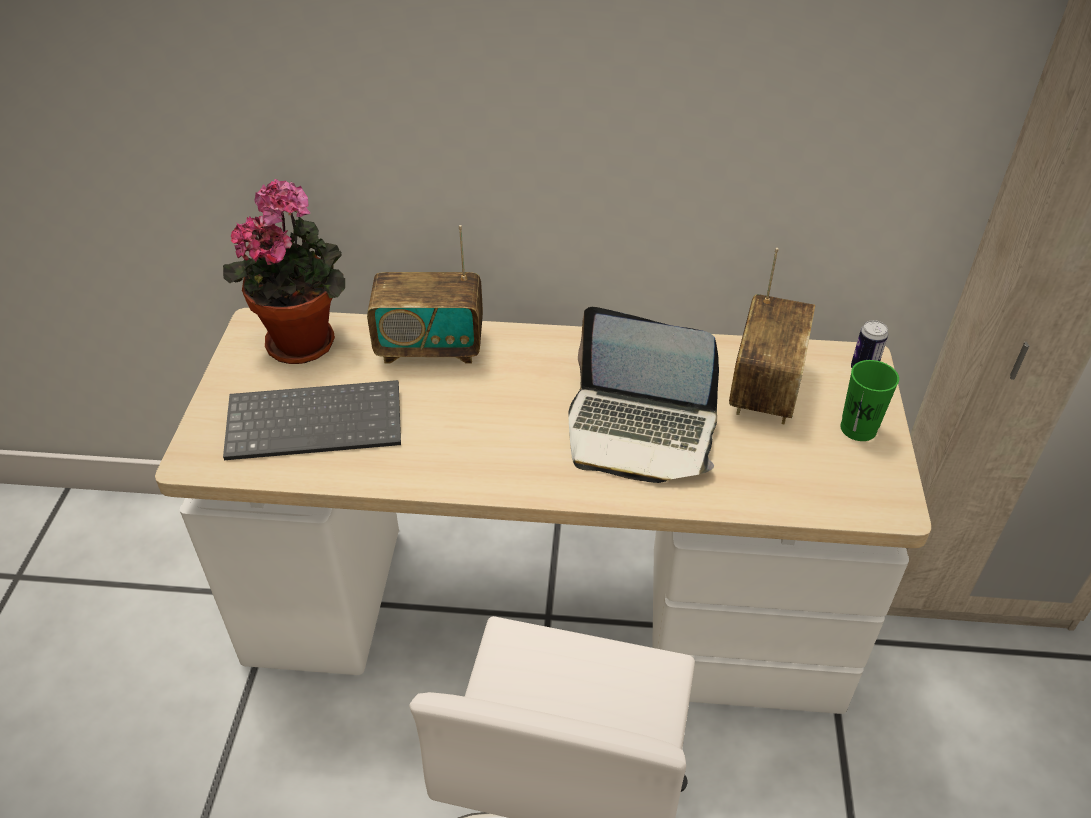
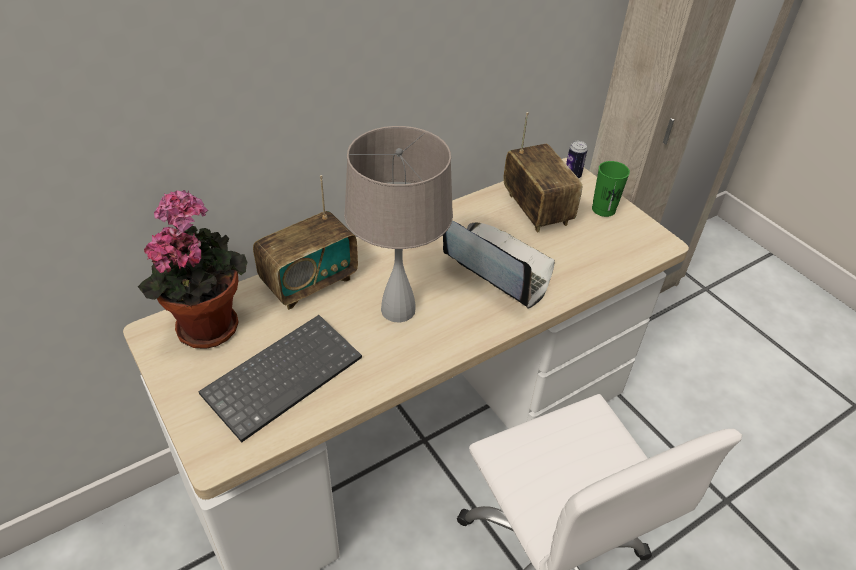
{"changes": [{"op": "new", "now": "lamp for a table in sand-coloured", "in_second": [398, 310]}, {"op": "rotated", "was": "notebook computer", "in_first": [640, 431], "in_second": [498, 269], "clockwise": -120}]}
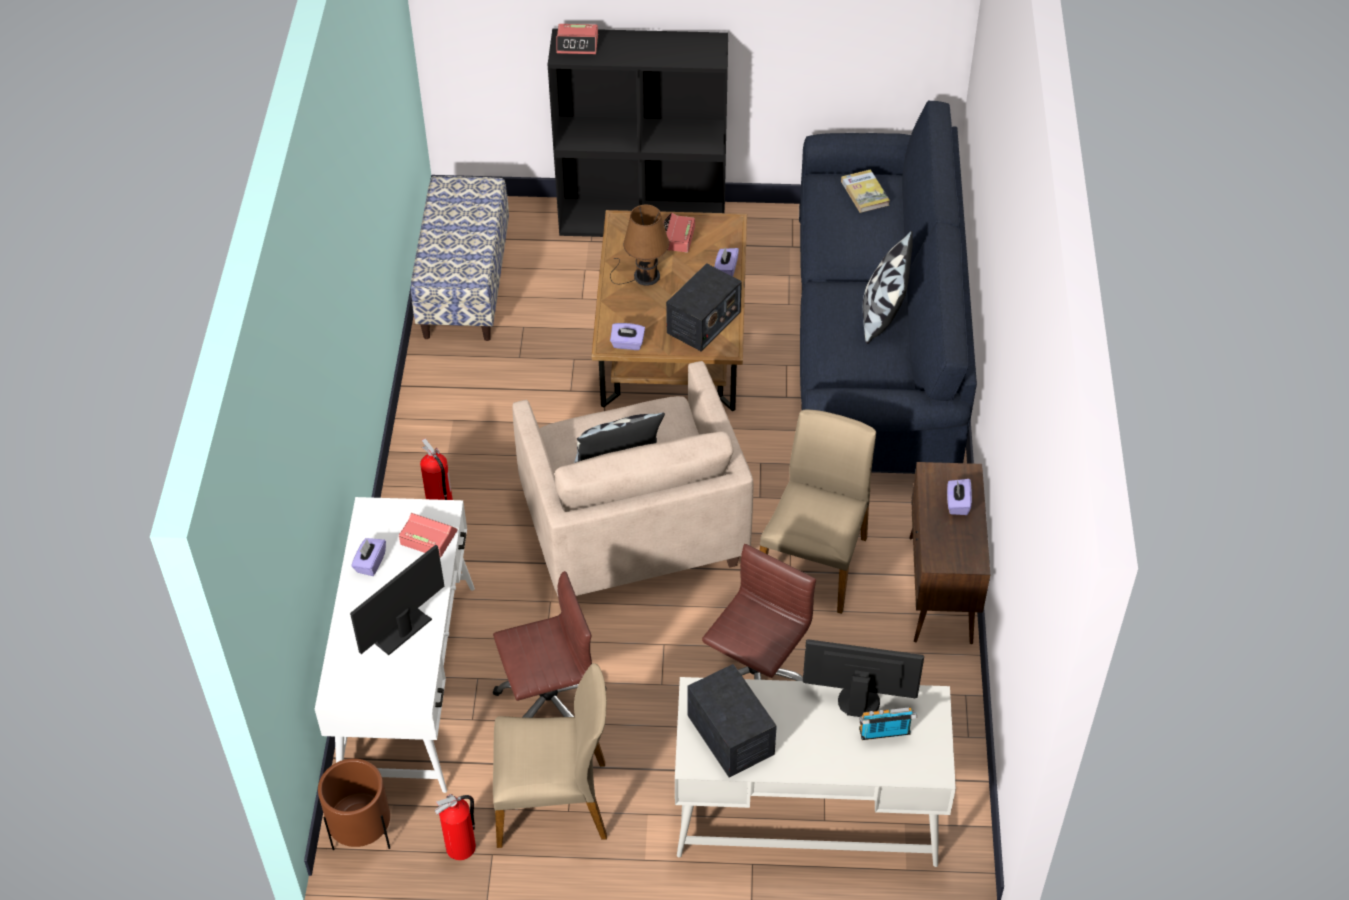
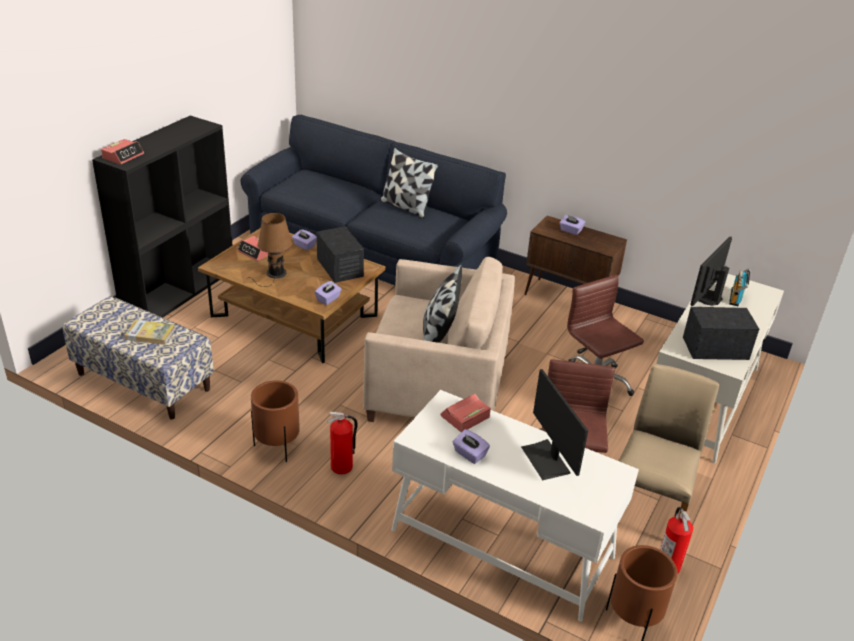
{"changes": [{"op": "shifted", "was": "book", "in_first": [865, 193], "in_second": [150, 334]}, {"op": "new", "now": "plant pot in brownish", "in_second": [277, 447]}, {"op": "gone", "was": "upright chair in sand-coloured", "in_first": [815, 562]}]}
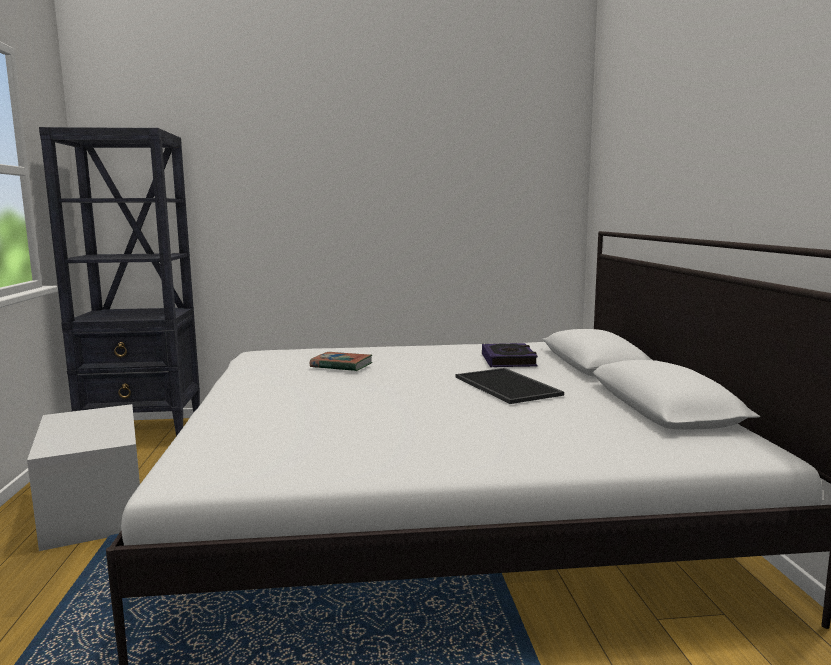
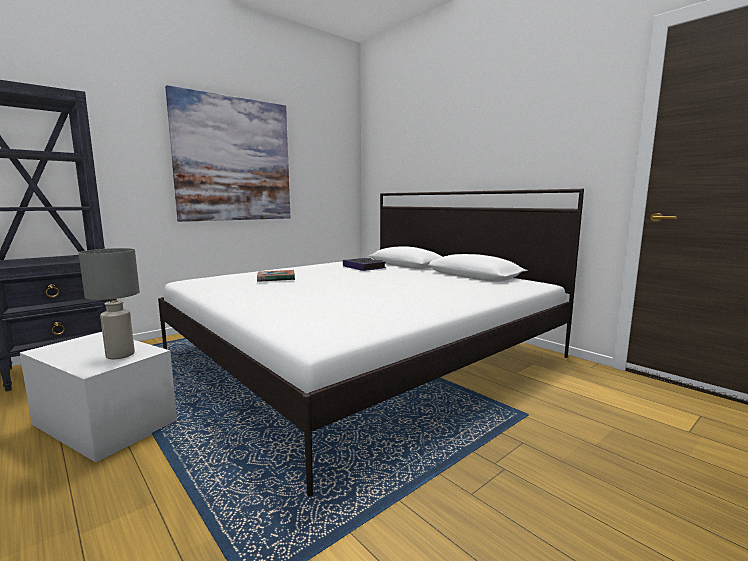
{"changes": [{"op": "new", "now": "lamp for a table in greyish", "in_second": [120, 355]}, {"op": "new", "now": "picture", "in_second": [234, 160]}, {"op": "gone", "was": "tray", "in_first": [509, 386]}]}
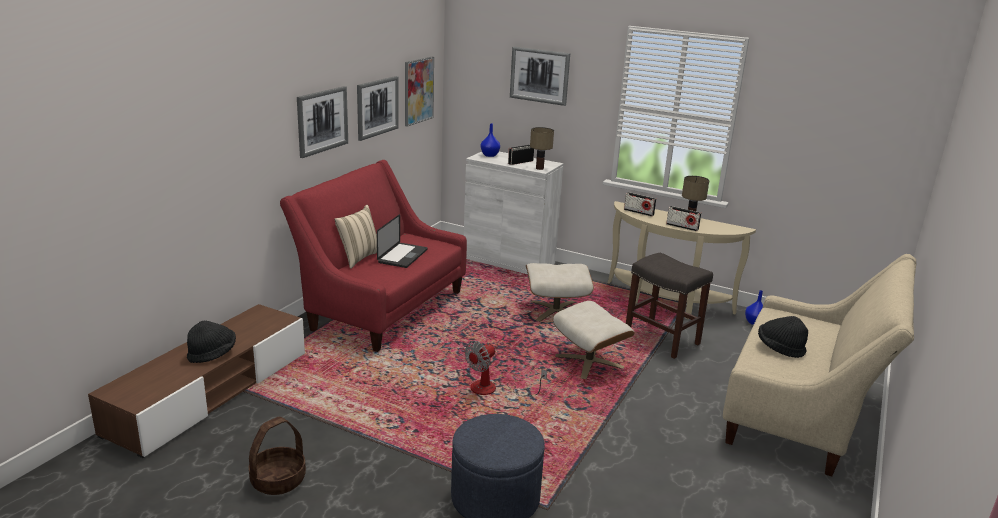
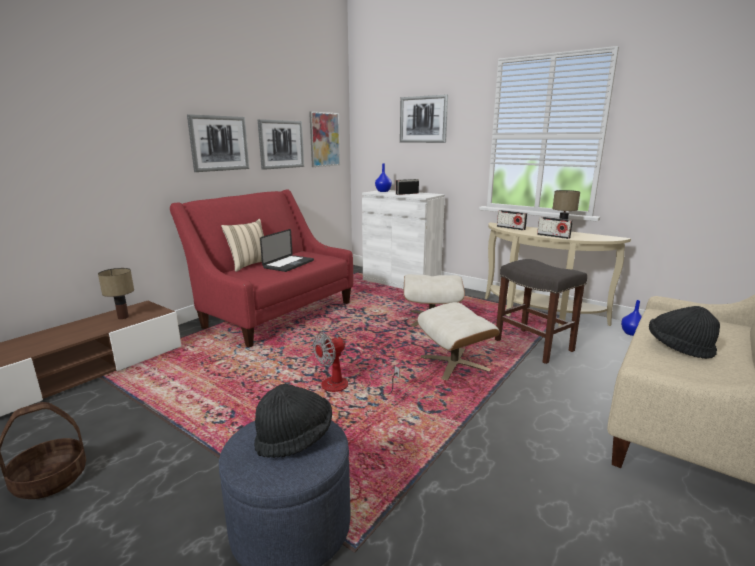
{"changes": [{"op": "shifted", "was": "lamp for a table", "in_first": [539, 168], "in_second": [123, 317]}, {"op": "shifted", "was": "wearable hat in black", "in_first": [212, 354], "in_second": [295, 438]}]}
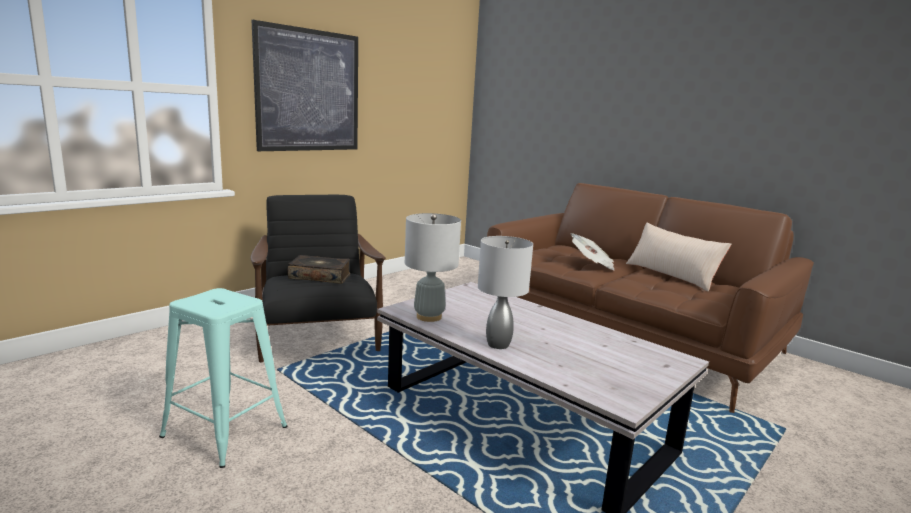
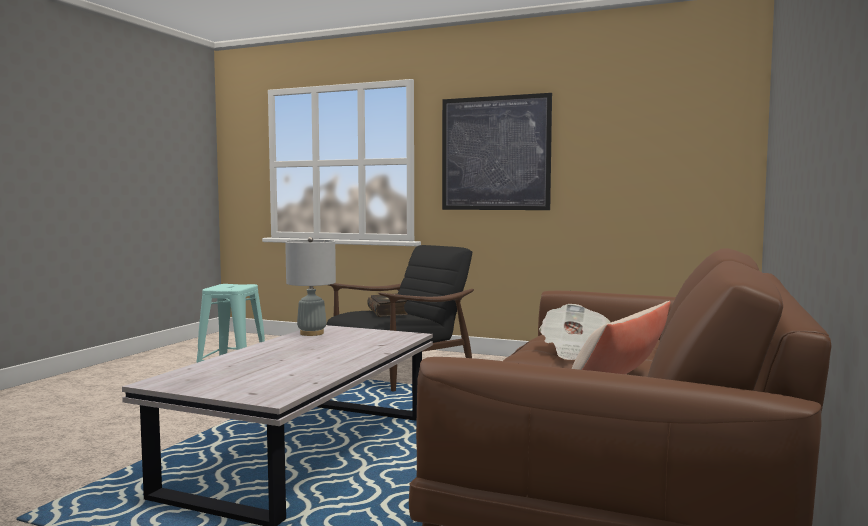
{"changes": [{"op": "gone", "was": "lamp for a table in greyish", "in_first": [498, 345]}]}
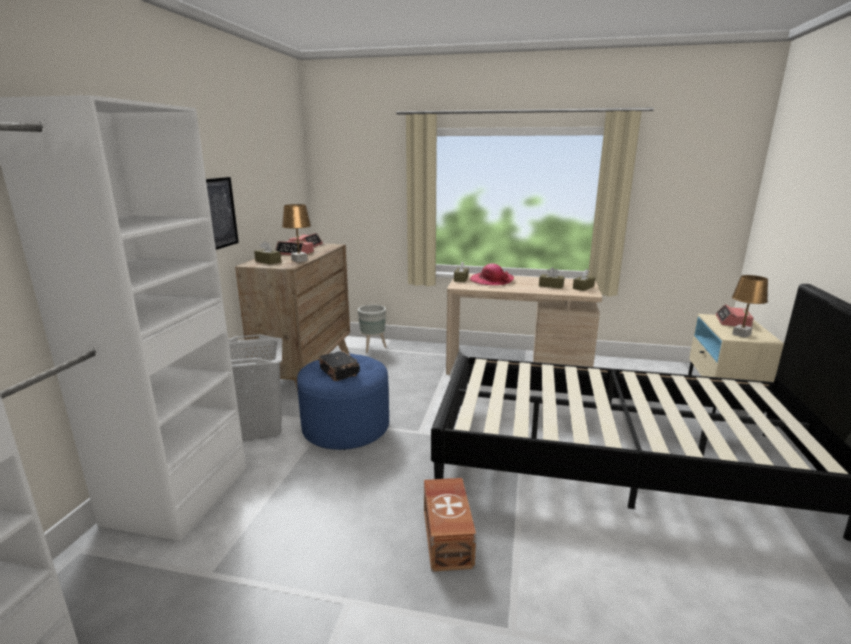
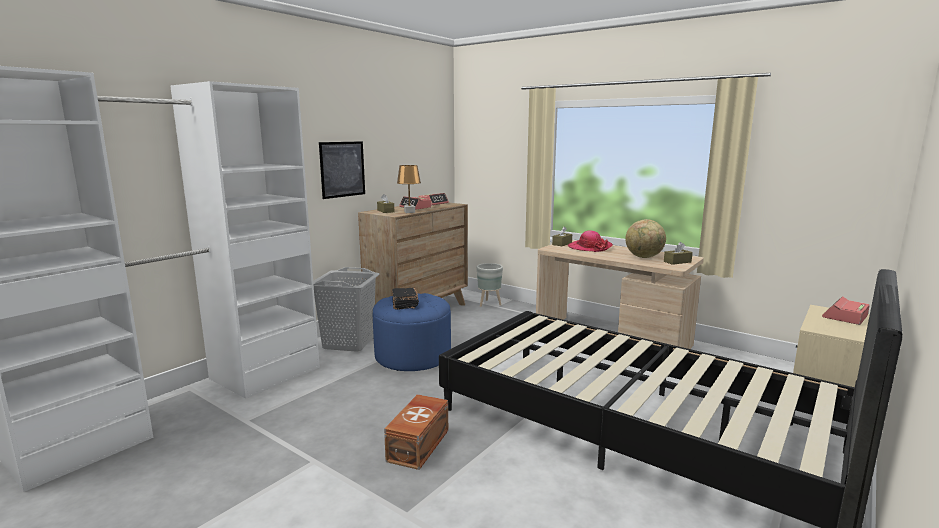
{"changes": [{"op": "swapped", "was": "tissue holder in brownish", "now": "desk globe", "in_first": [551, 286], "in_second": [644, 257]}, {"op": "gone", "was": "lamp for a table in brownish", "in_first": [741, 334]}]}
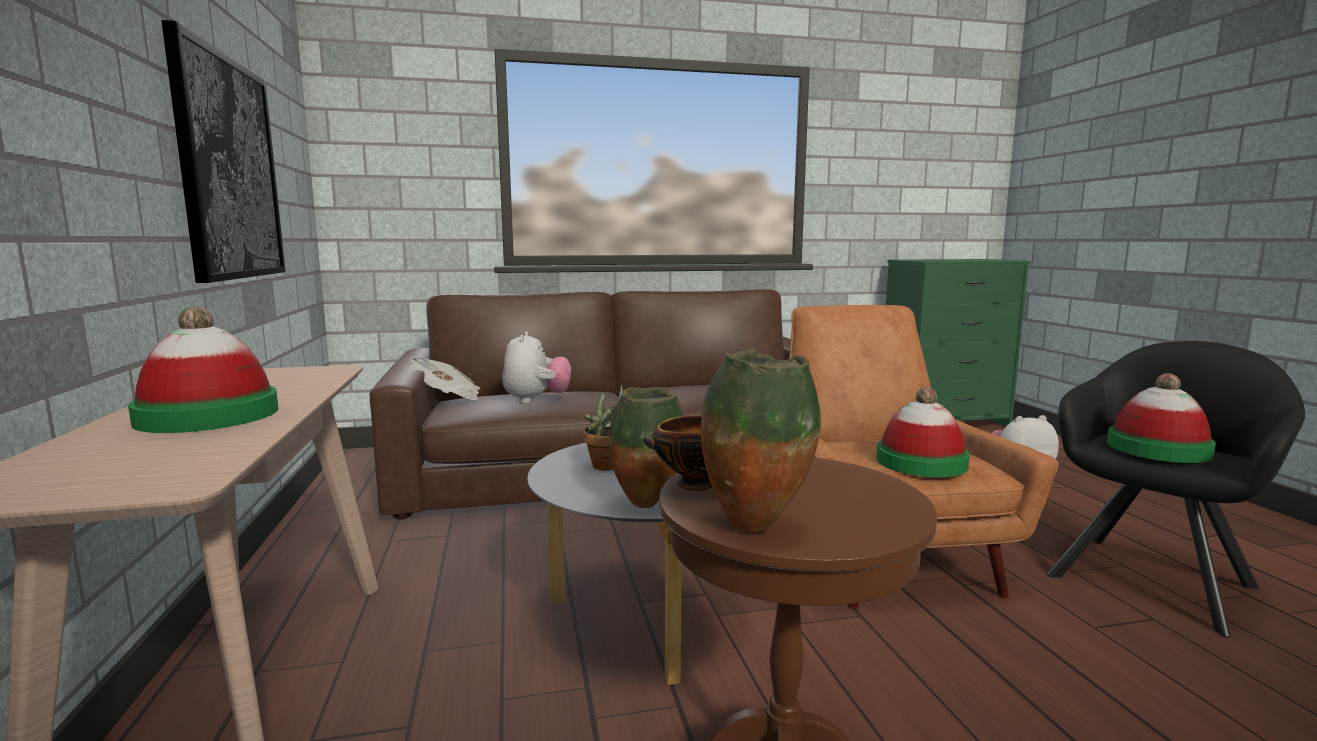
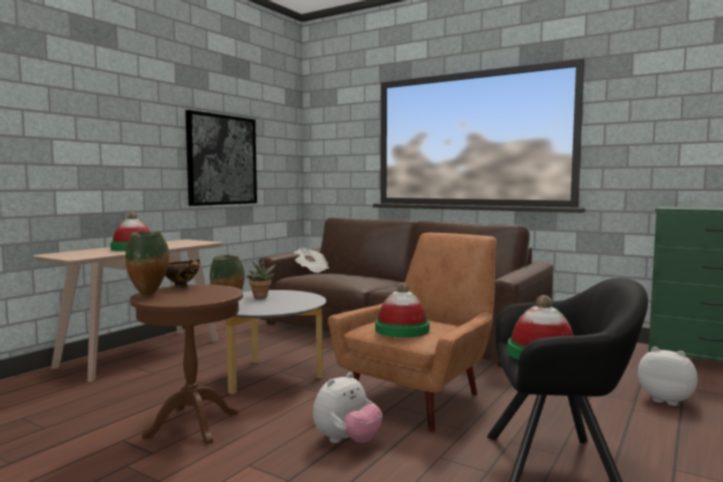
{"changes": [{"op": "shifted", "was": "cuddly toy", "in_first": [536, 400], "in_second": [347, 441]}]}
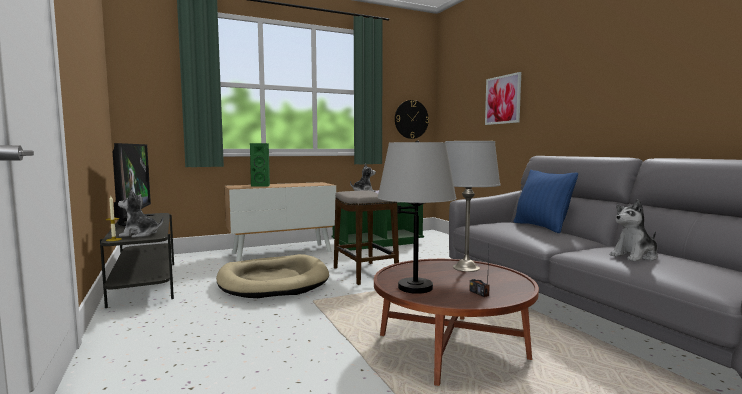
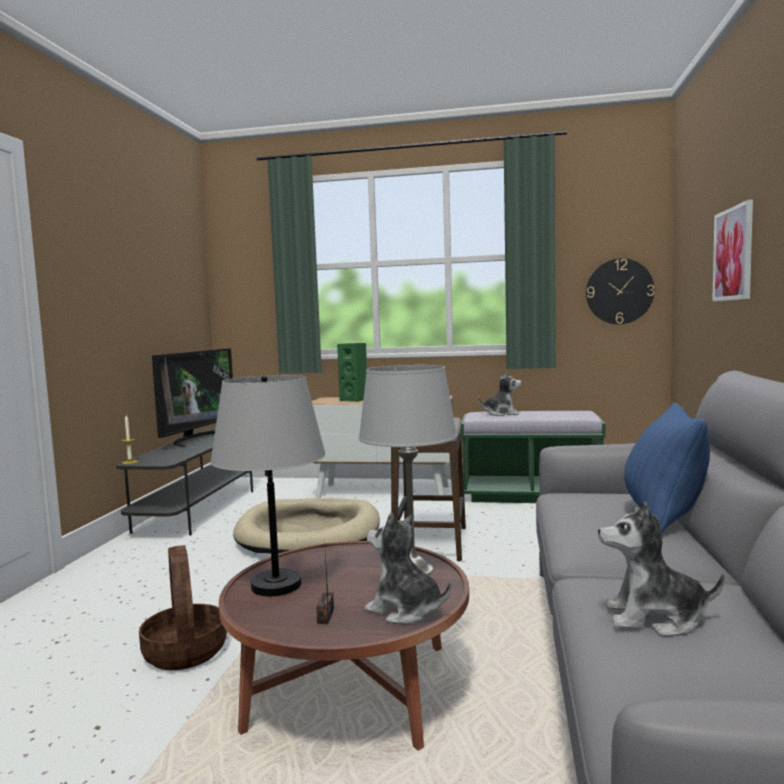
{"changes": [{"op": "new", "now": "storage basket", "in_second": [184, 652]}, {"op": "shifted", "was": "cuddly toy", "in_first": [140, 234], "in_second": [405, 610]}]}
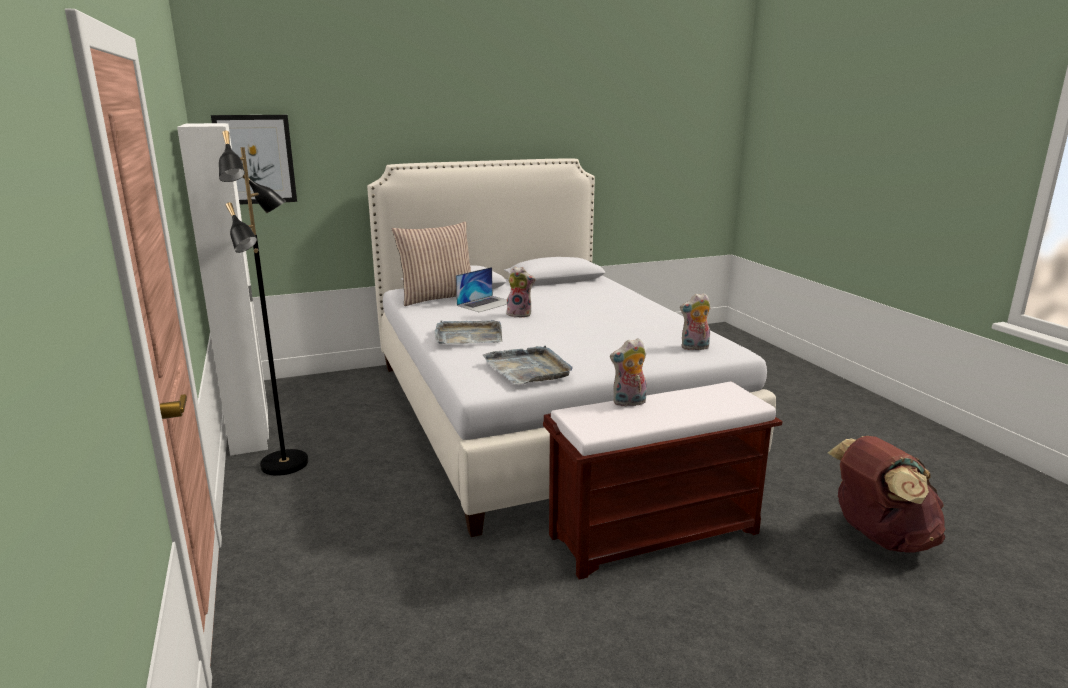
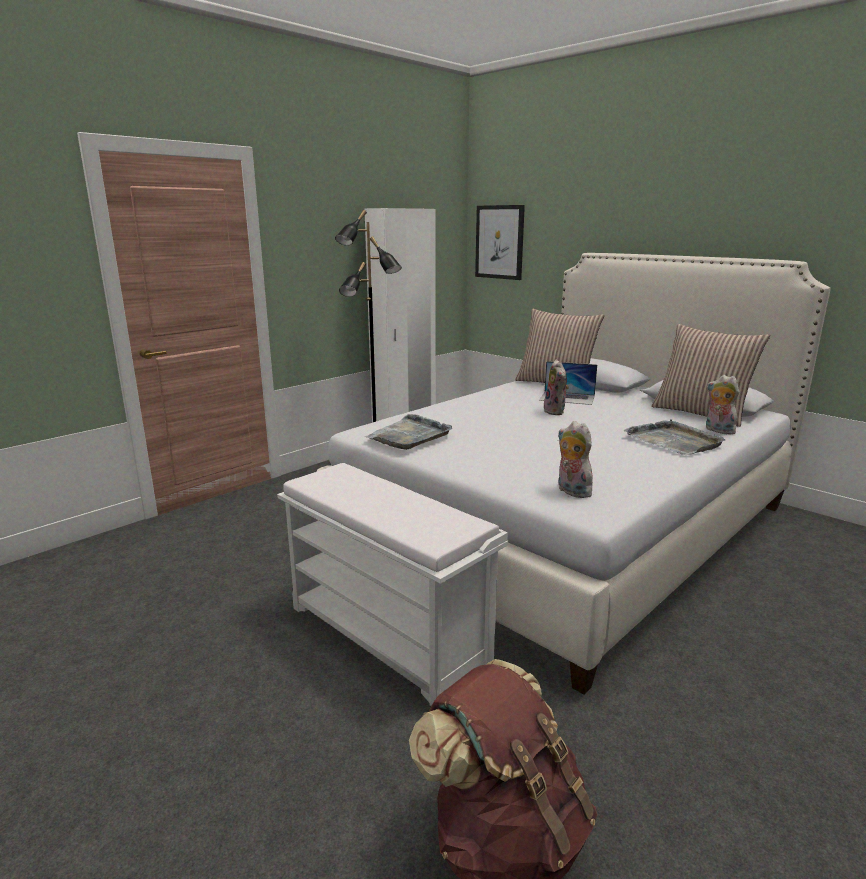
{"changes": [{"op": "repainted", "was": "indoor bench in brownish", "now": "indoor bench in whitish", "in_first": [655, 533], "in_second": [389, 635]}, {"op": "shifted", "was": "tray in greyish", "in_first": [468, 336], "in_second": [674, 441]}, {"op": "new", "now": "cushion", "in_second": [701, 413]}, {"op": "shifted", "was": "cuddly toy", "in_first": [629, 403], "in_second": [717, 430]}]}
